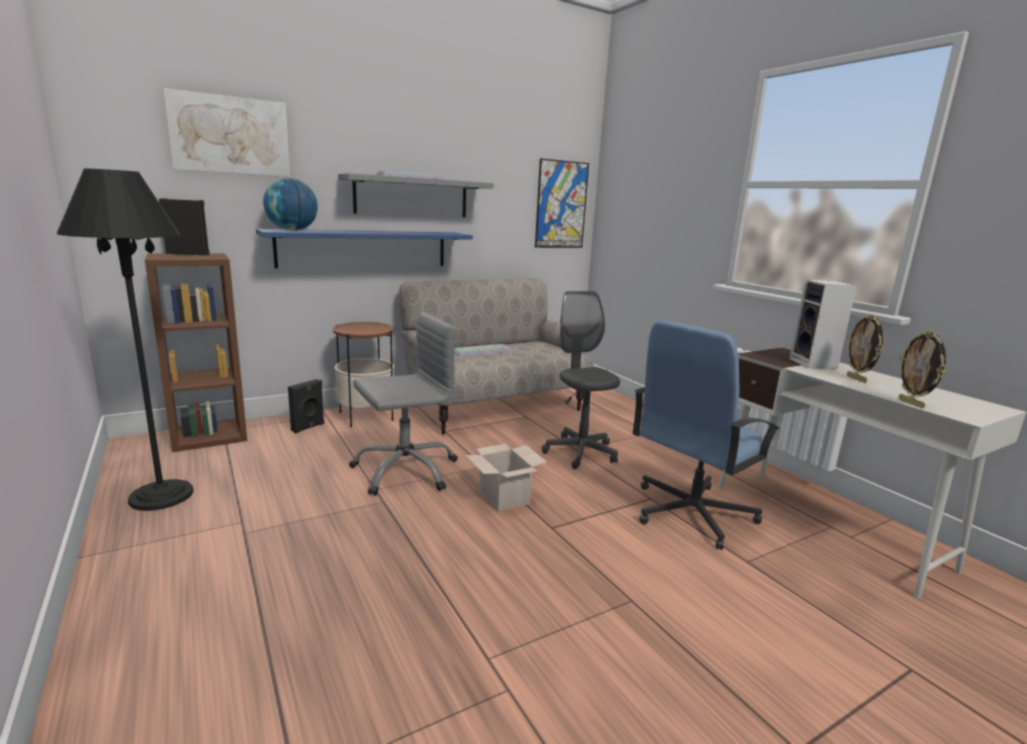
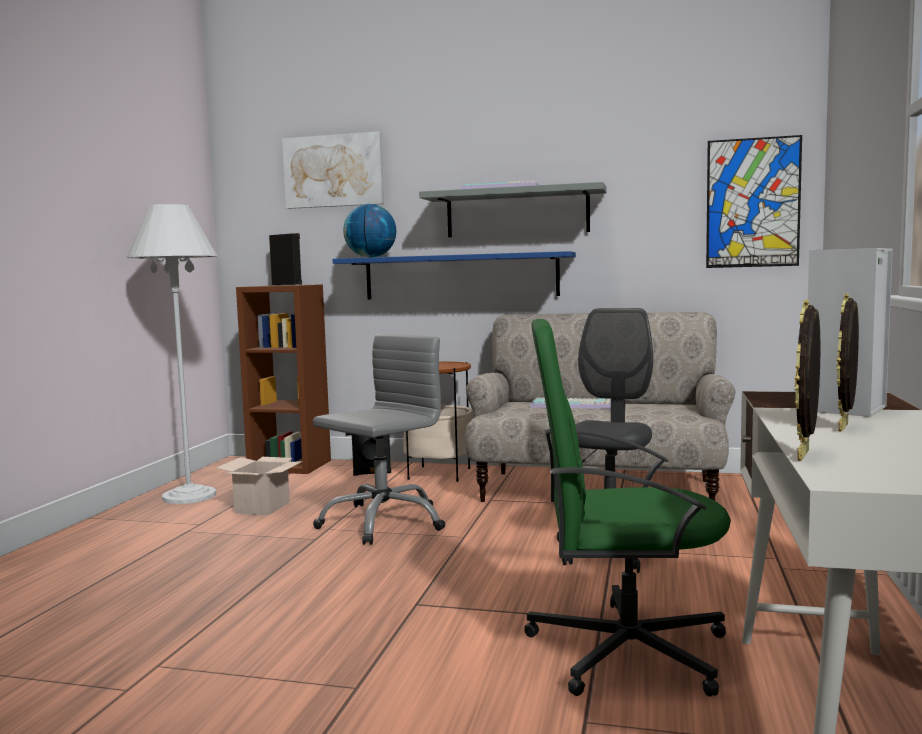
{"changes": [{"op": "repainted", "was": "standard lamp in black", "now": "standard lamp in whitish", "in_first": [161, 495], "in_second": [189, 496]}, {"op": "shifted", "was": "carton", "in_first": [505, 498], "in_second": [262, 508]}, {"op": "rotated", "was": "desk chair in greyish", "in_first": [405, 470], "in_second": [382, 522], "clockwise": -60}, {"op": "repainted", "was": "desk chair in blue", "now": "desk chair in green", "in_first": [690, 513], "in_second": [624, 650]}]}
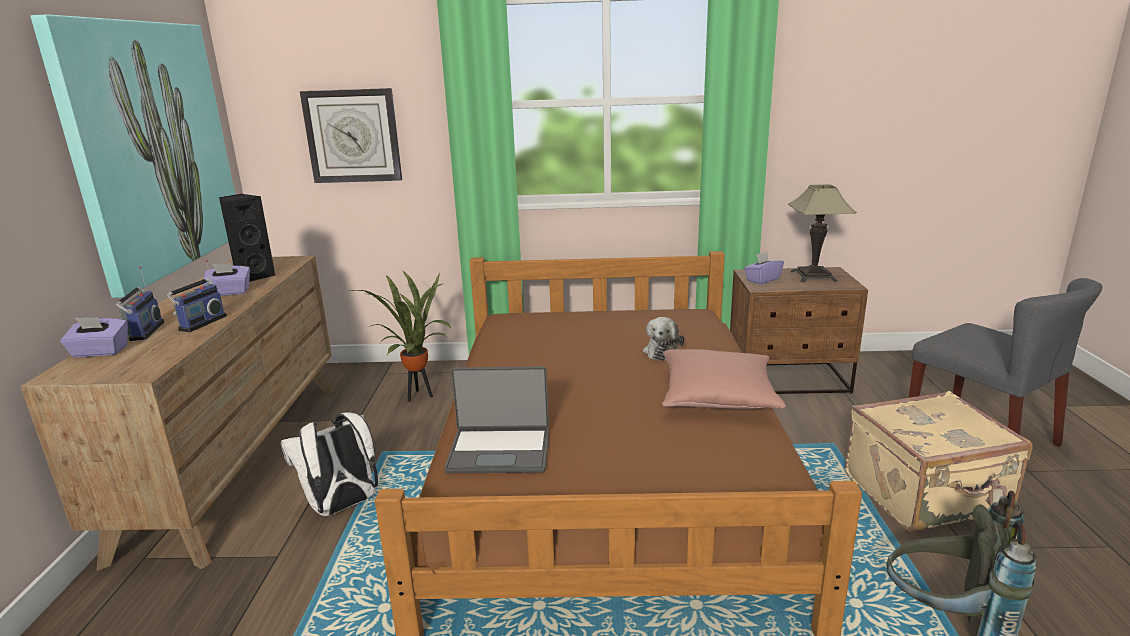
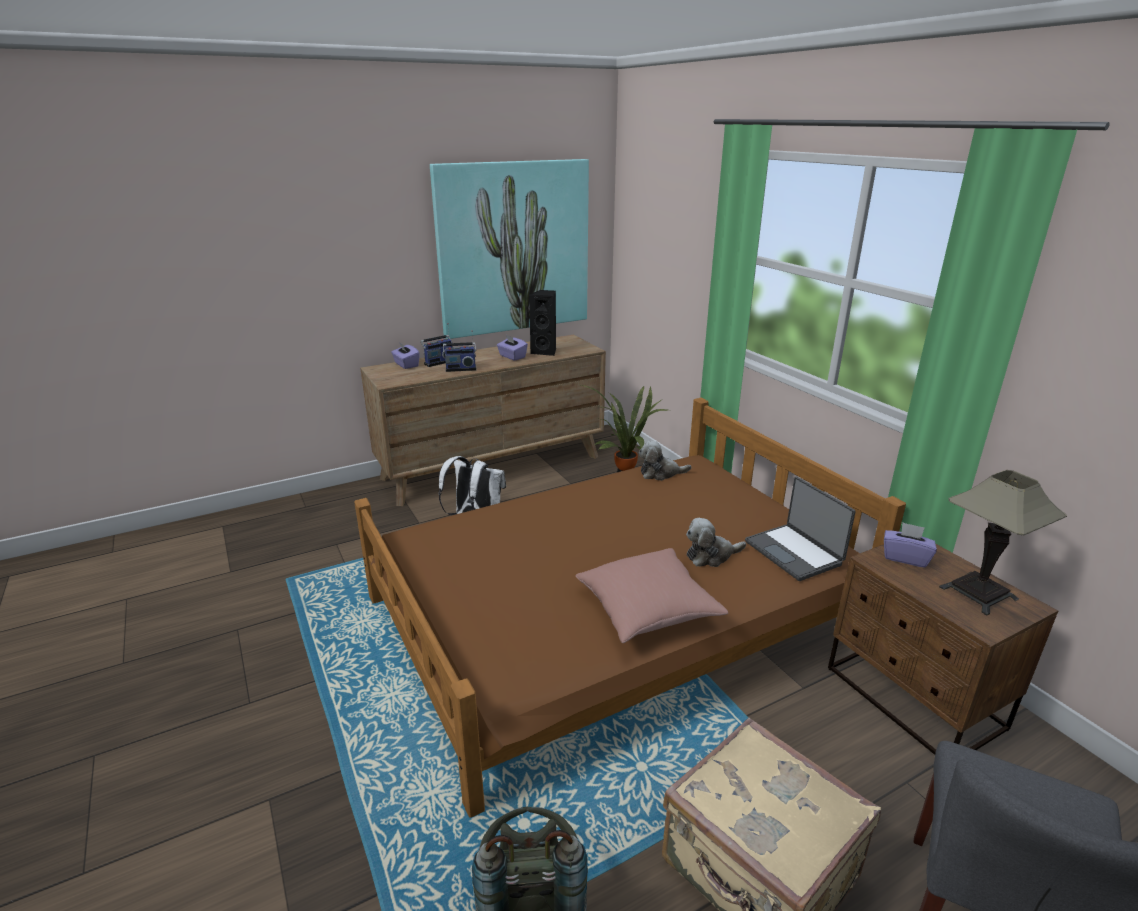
{"changes": [{"op": "new", "now": "cuddly toy", "in_second": [660, 473]}, {"op": "shifted", "was": "notebook computer", "in_first": [499, 451], "in_second": [794, 552]}, {"op": "gone", "was": "hanging clock", "in_first": [353, 136]}]}
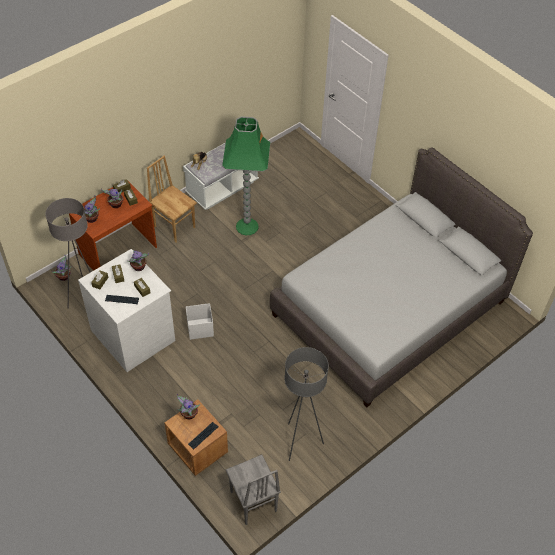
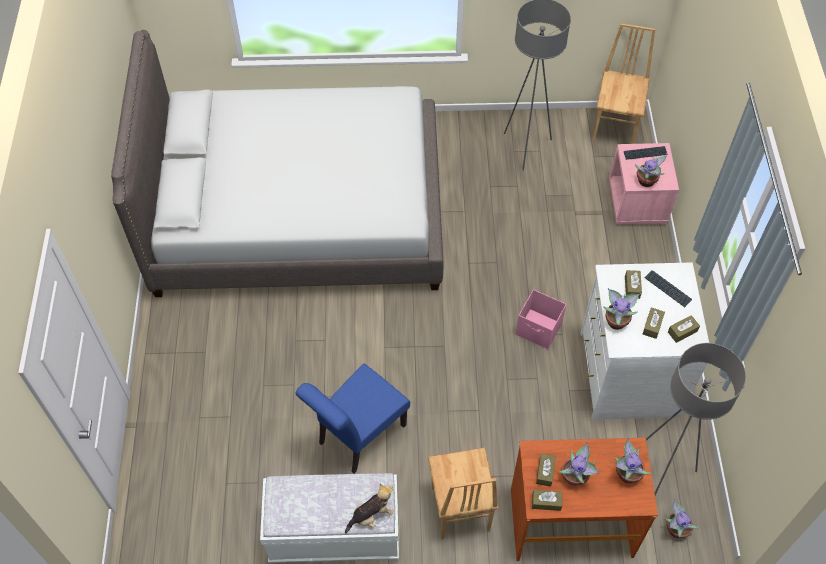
{"changes": [{"op": "swapped", "was": "standard lamp in green", "now": "upright chair in blue", "in_first": [247, 226], "in_second": [357, 437]}, {"op": "repainted", "was": "storage box in whitish", "now": "storage box in pink-coloured", "in_first": [199, 328], "in_second": [539, 329]}, {"op": "repainted", "was": "upright chair in greyish", "now": "upright chair in brownish", "in_first": [252, 502], "in_second": [615, 128]}, {"op": "repainted", "was": "bedside table in brownish", "now": "bedside table in pink-coloured", "in_first": [197, 448], "in_second": [637, 203]}]}
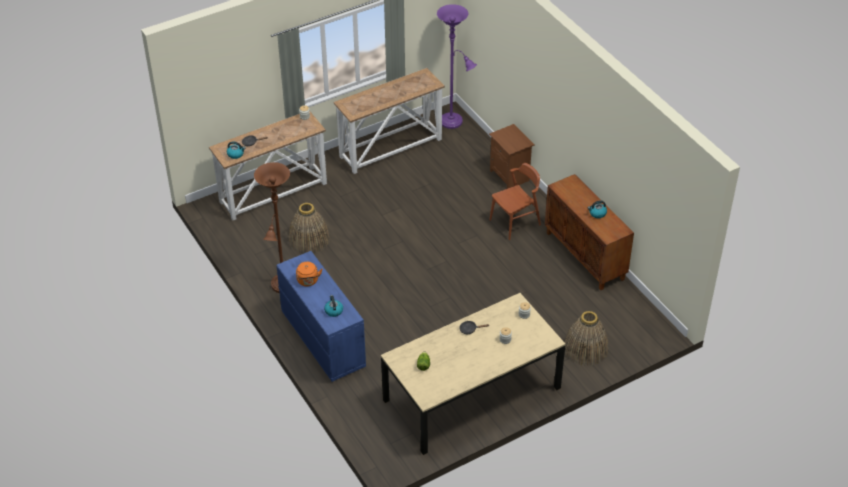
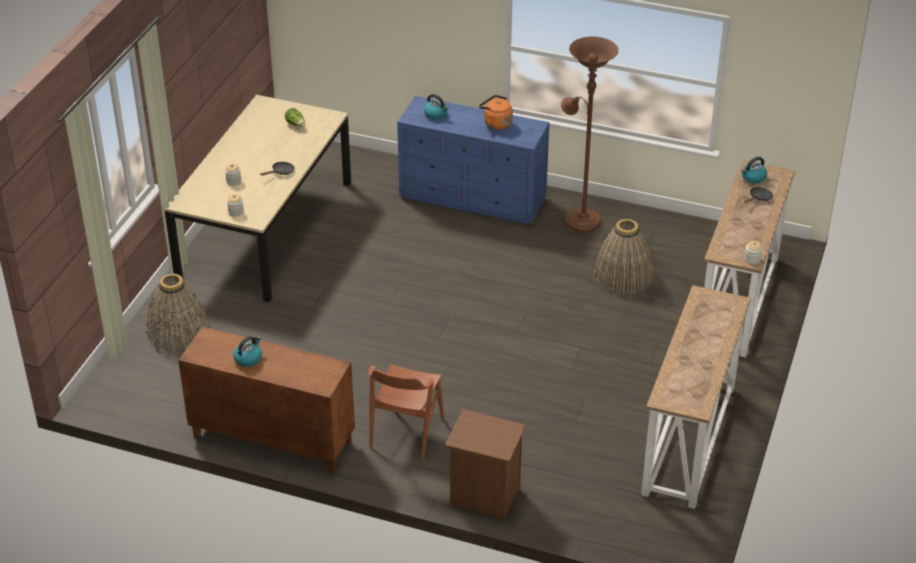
{"changes": [{"op": "gone", "was": "standard lamp in purple-coloured", "in_first": [453, 122]}]}
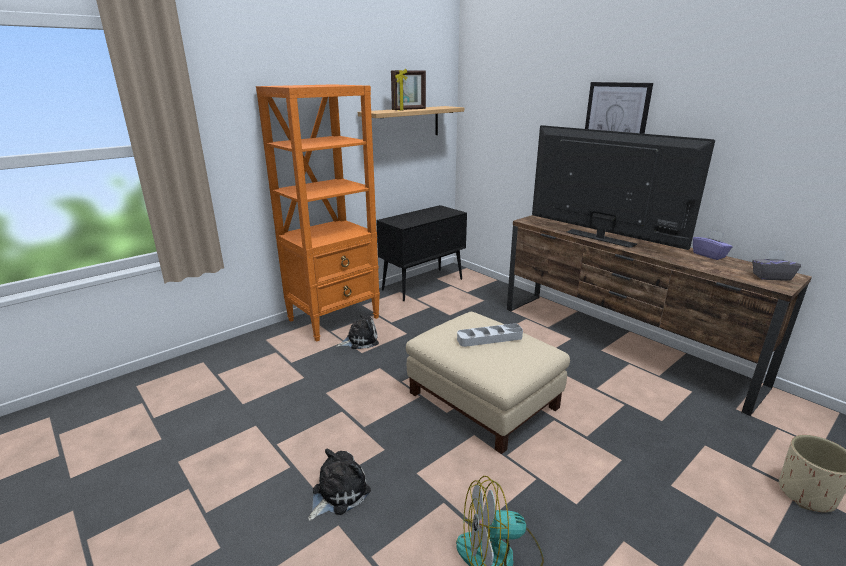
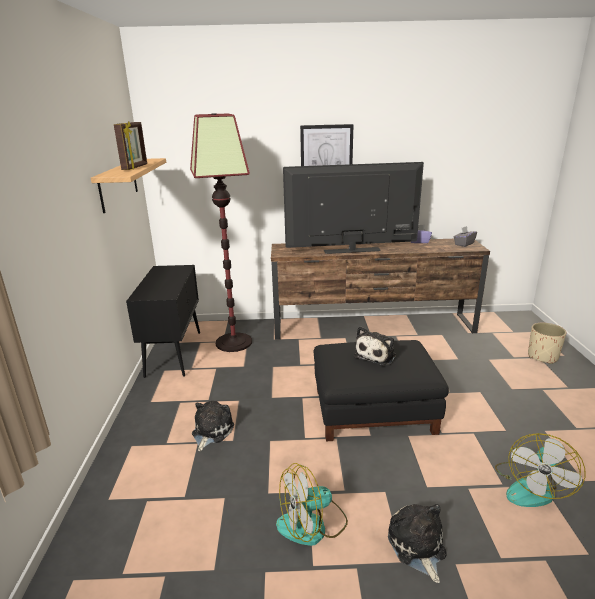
{"changes": [{"op": "new", "now": "standard lamp", "in_second": [234, 342]}, {"op": "new", "now": "cooling fan", "in_second": [312, 524]}, {"op": "repainted", "was": "footrest in sand-coloured", "now": "footrest in black", "in_first": [484, 400], "in_second": [374, 410]}, {"op": "swapped", "was": "tray in greyish", "now": "cuddly toy", "in_first": [489, 338], "in_second": [376, 355]}, {"op": "gone", "was": "shelving unit in orangey", "in_first": [335, 319]}]}
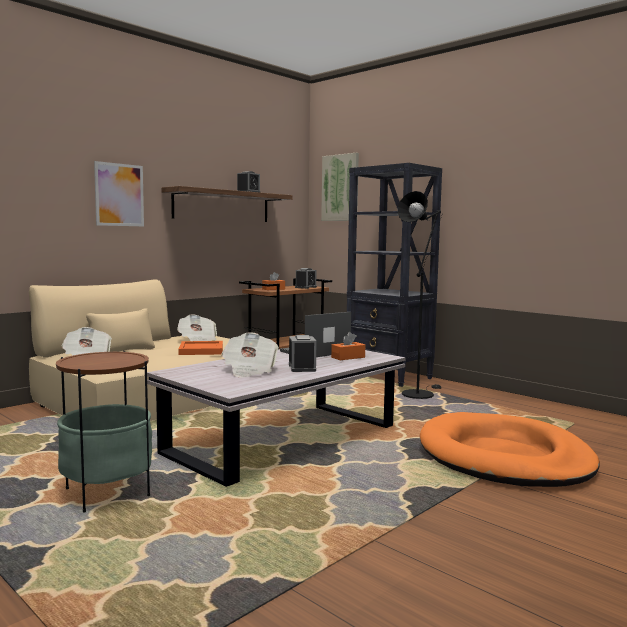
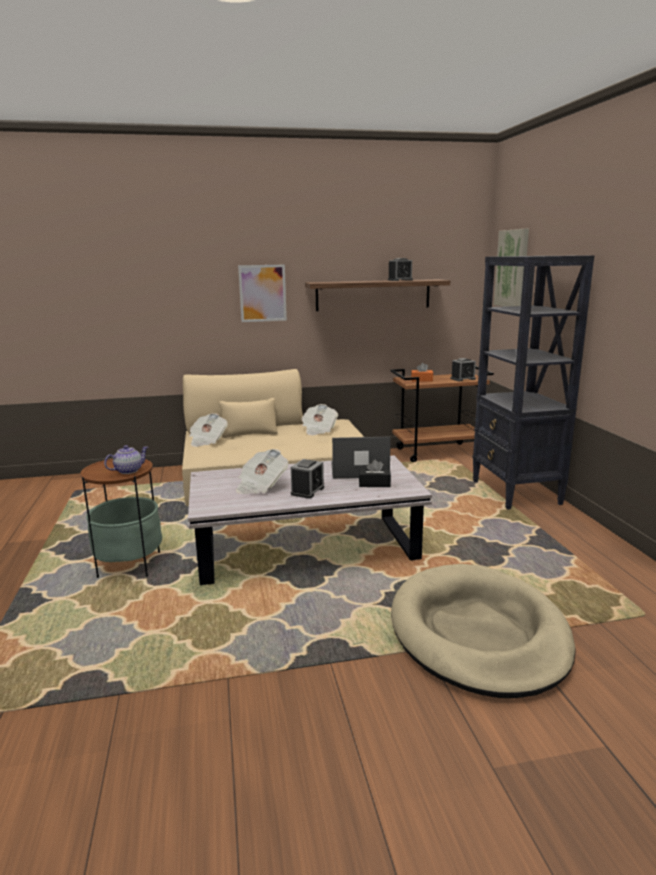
{"changes": [{"op": "new", "now": "teapot", "in_second": [128, 470]}, {"op": "repainted", "was": "tissue holder in orangey", "now": "tissue holder in black", "in_first": [348, 357], "in_second": [374, 484]}, {"op": "repainted", "was": "dog cushion in orangey", "now": "dog cushion in sand-coloured", "in_first": [504, 457], "in_second": [478, 633]}, {"op": "gone", "was": "tray in orangey", "in_first": [202, 350]}, {"op": "gone", "was": "standard lamp in black", "in_first": [419, 394]}]}
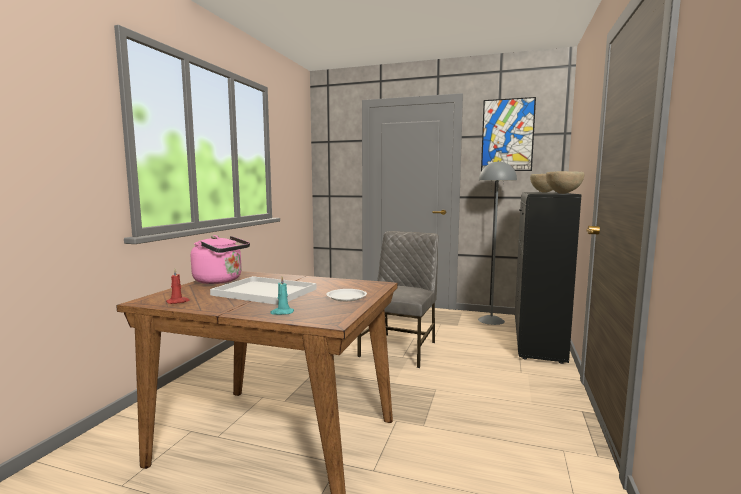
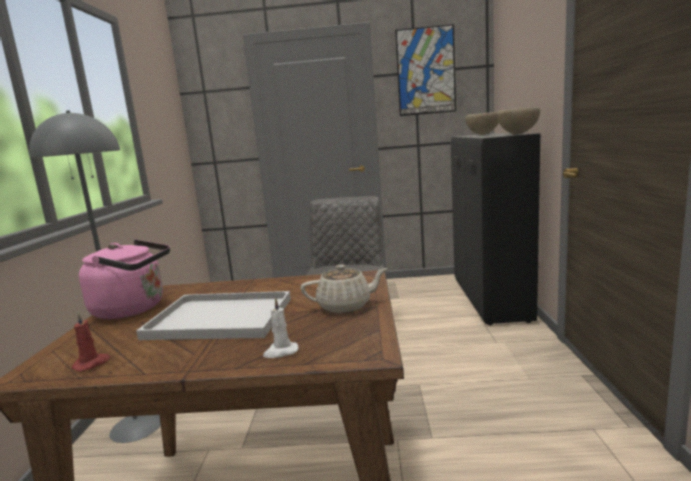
{"changes": [{"op": "shifted", "was": "standard lamp in greyish", "in_first": [491, 320], "in_second": [136, 426]}, {"op": "repainted", "was": "candle in turquoise", "now": "candle in whitish", "in_first": [282, 312], "in_second": [280, 352]}, {"op": "swapped", "was": "plate in whitish", "now": "teapot in sand-coloured", "in_first": [346, 297], "in_second": [345, 306]}]}
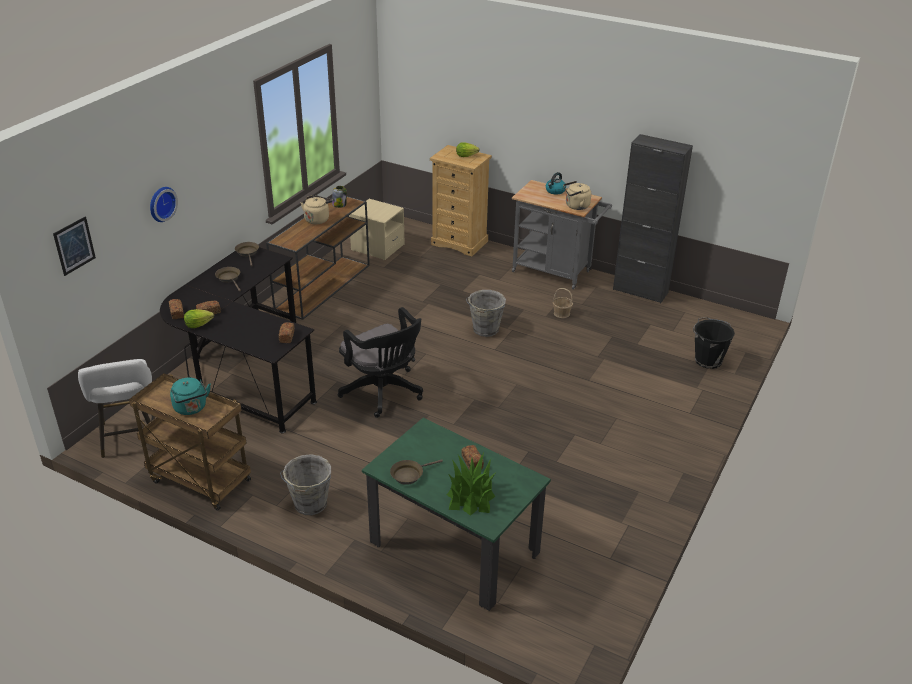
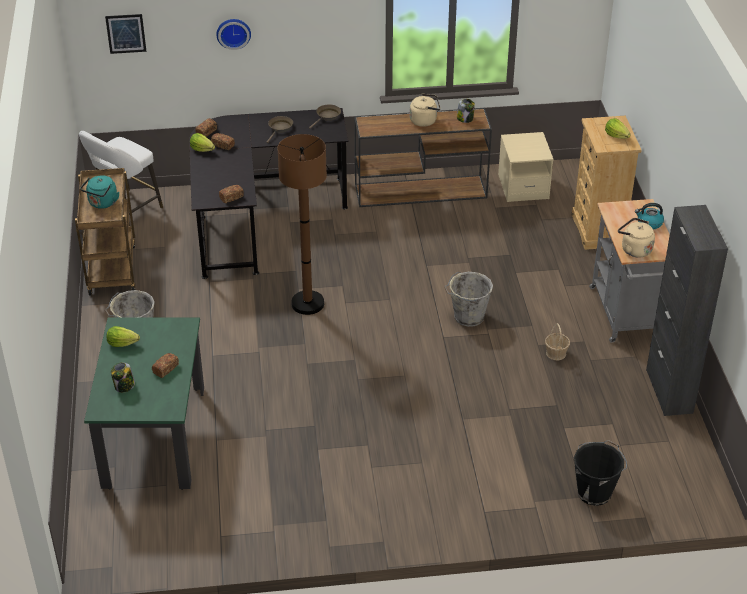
{"changes": [{"op": "swapped", "was": "frying pan in brownish", "now": "lettuce", "in_first": [409, 474], "in_second": [122, 343]}, {"op": "swapped", "was": "potted plant", "now": "jar", "in_first": [471, 496], "in_second": [124, 386]}, {"op": "swapped", "was": "desk chair in black", "now": "standard lamp in brownish", "in_first": [384, 393], "in_second": [307, 303]}]}
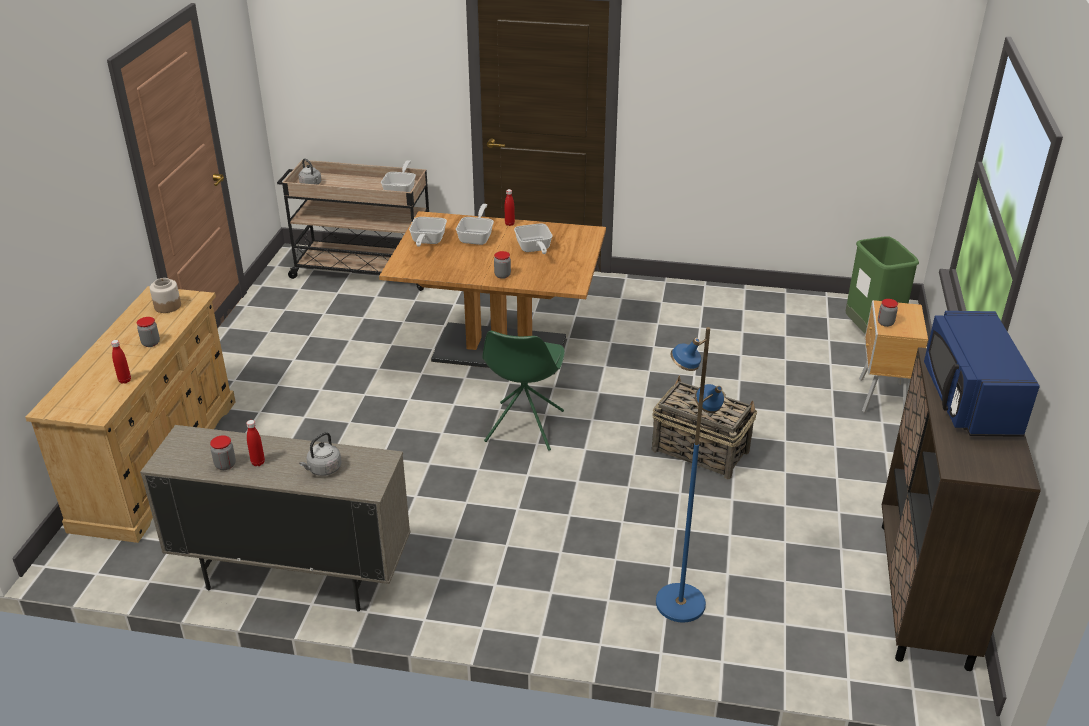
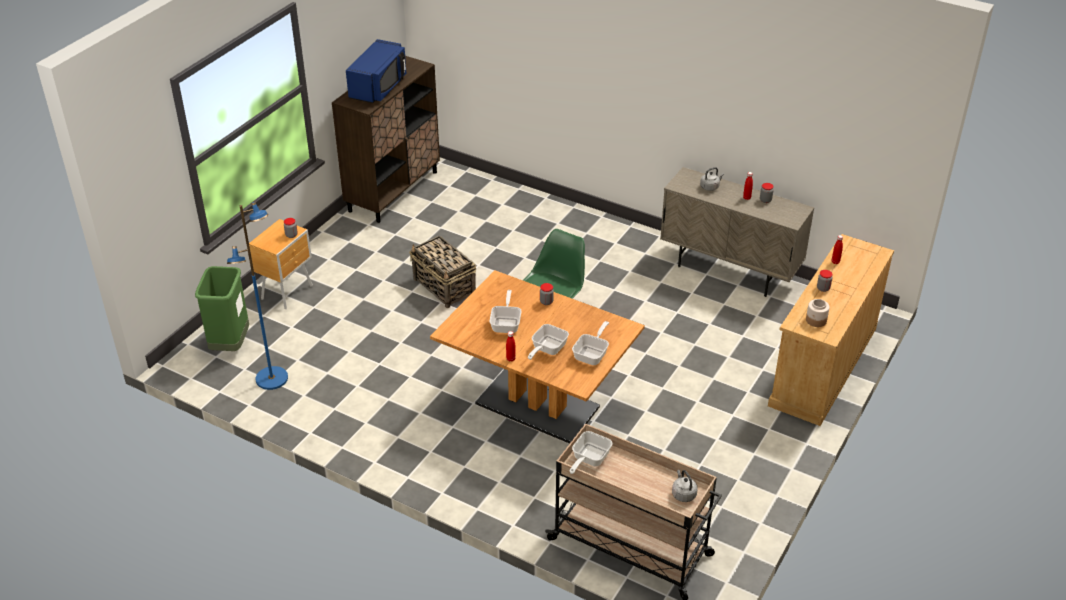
{"changes": [{"op": "shifted", "was": "standard lamp in blue", "in_first": [679, 603], "in_second": [272, 379]}]}
